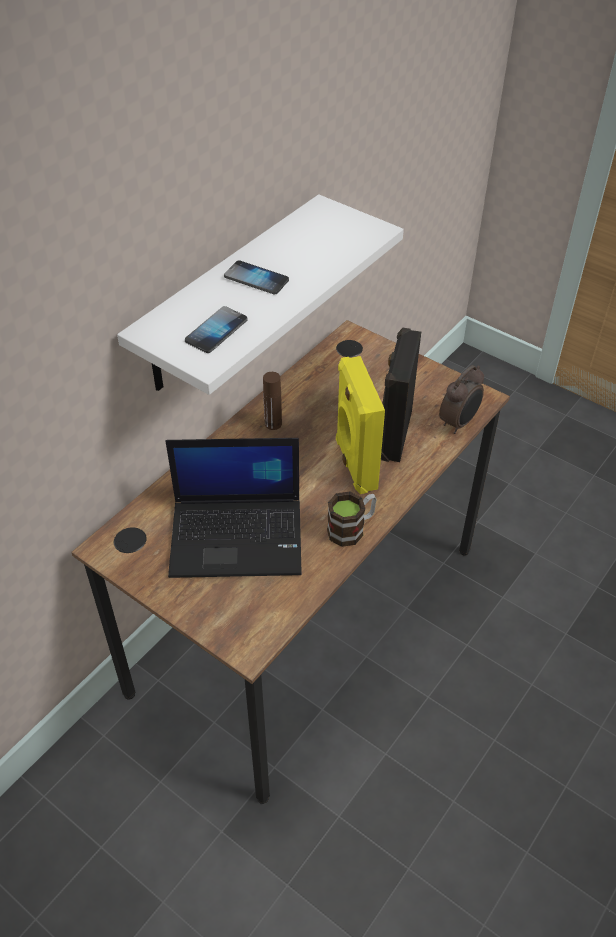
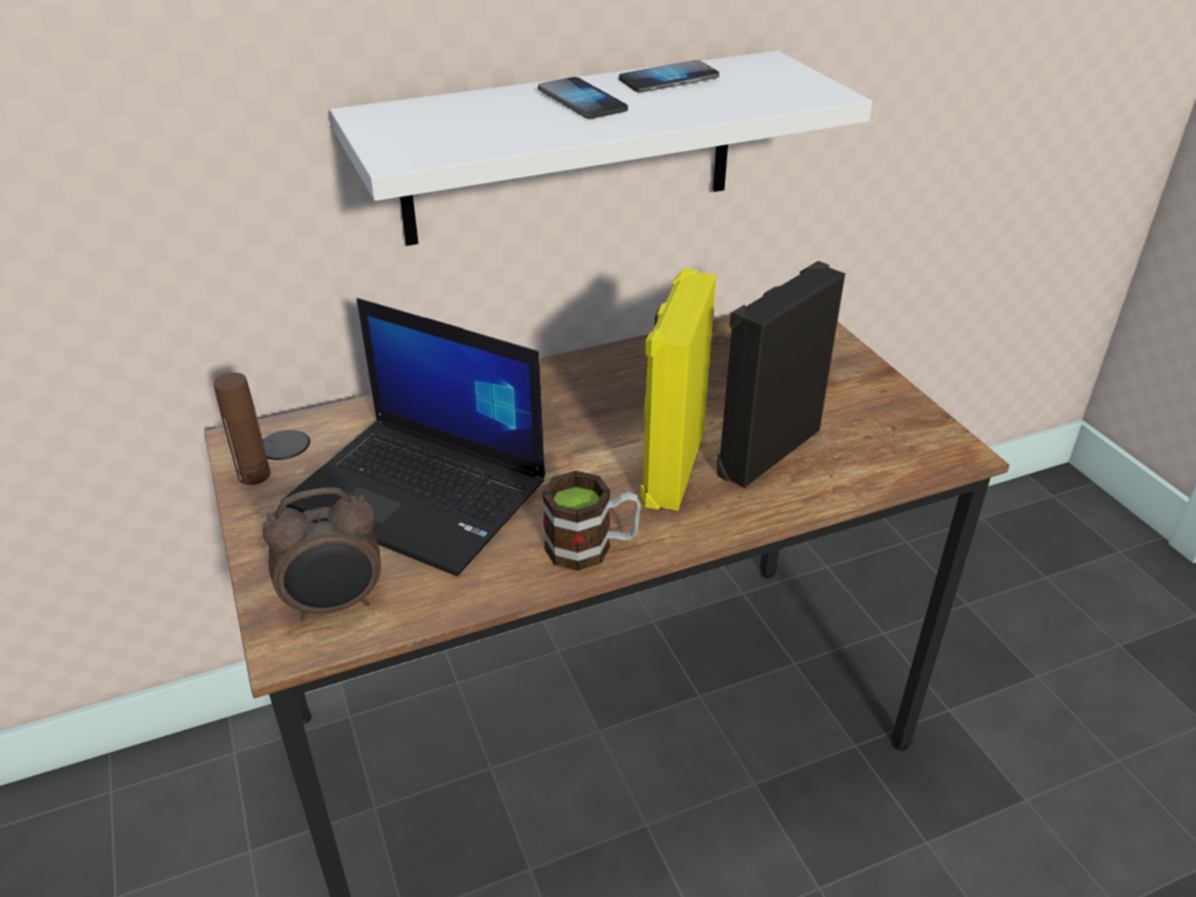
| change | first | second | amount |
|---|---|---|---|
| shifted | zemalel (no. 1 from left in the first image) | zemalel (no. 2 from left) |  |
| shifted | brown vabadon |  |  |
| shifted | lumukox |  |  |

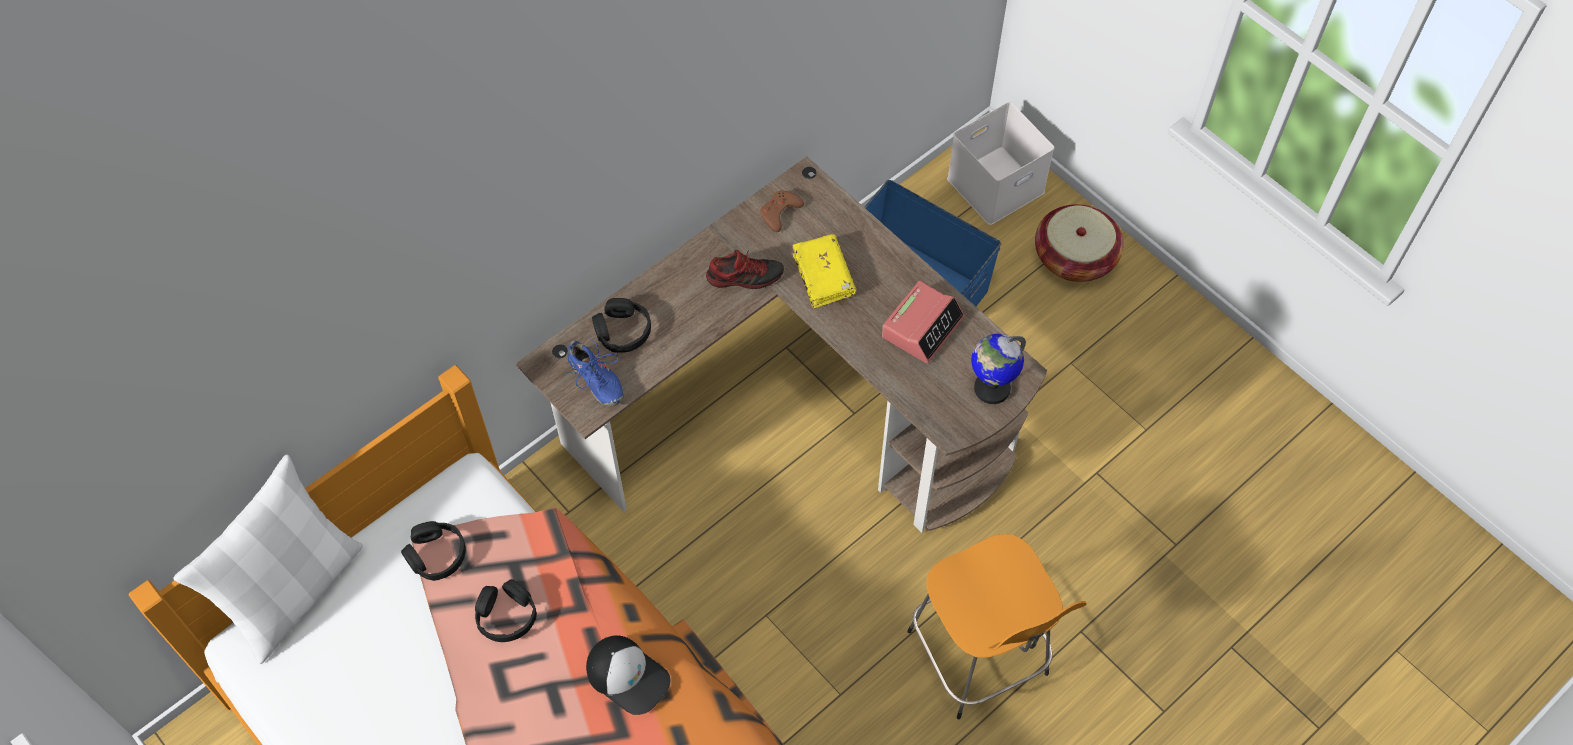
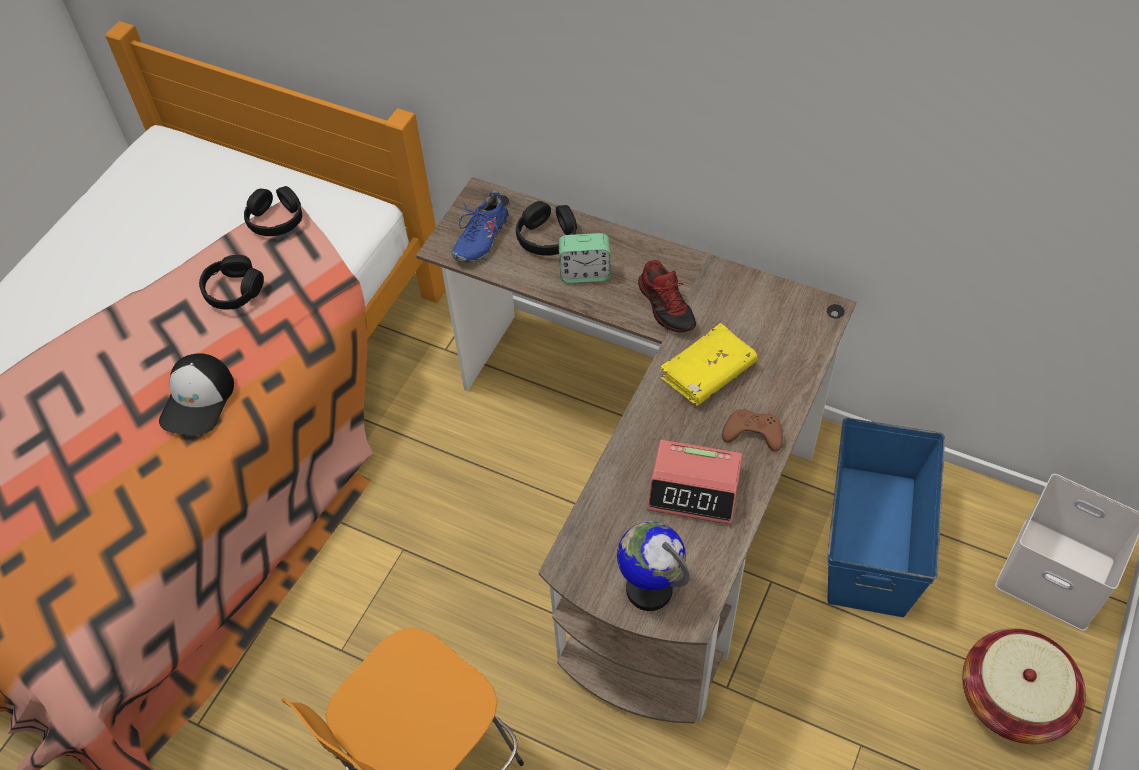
| change | first | second | amount |
|---|---|---|---|
| gone | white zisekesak |  |  |
| shifted | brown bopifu |  |  |
| new |  | lumukox (no. 1 from left) |  |

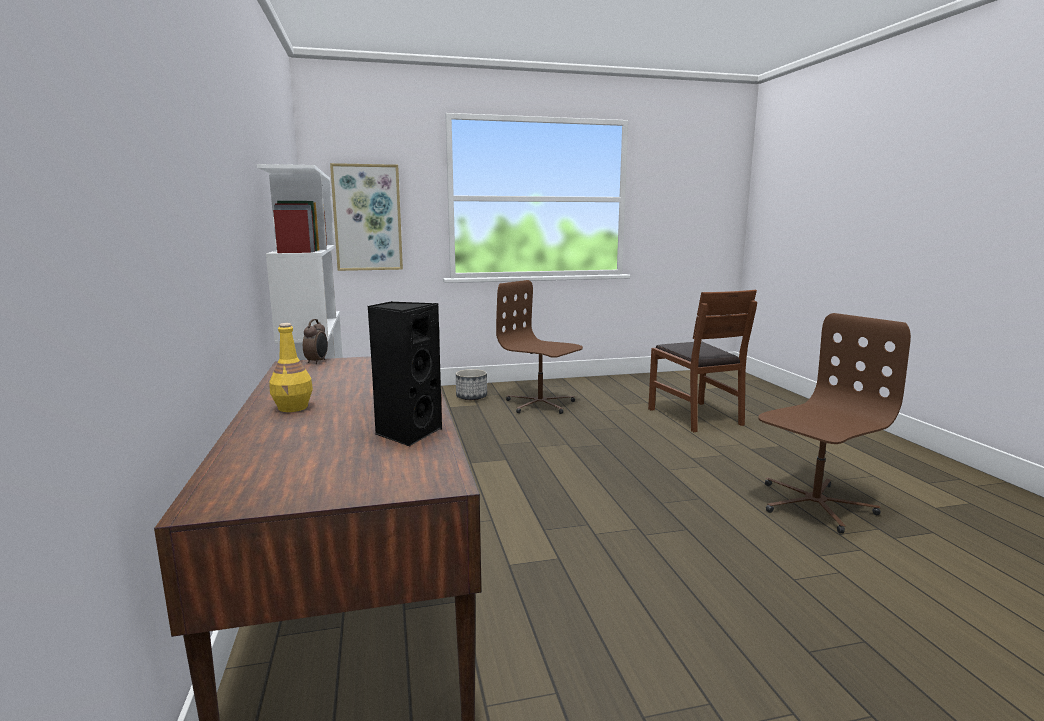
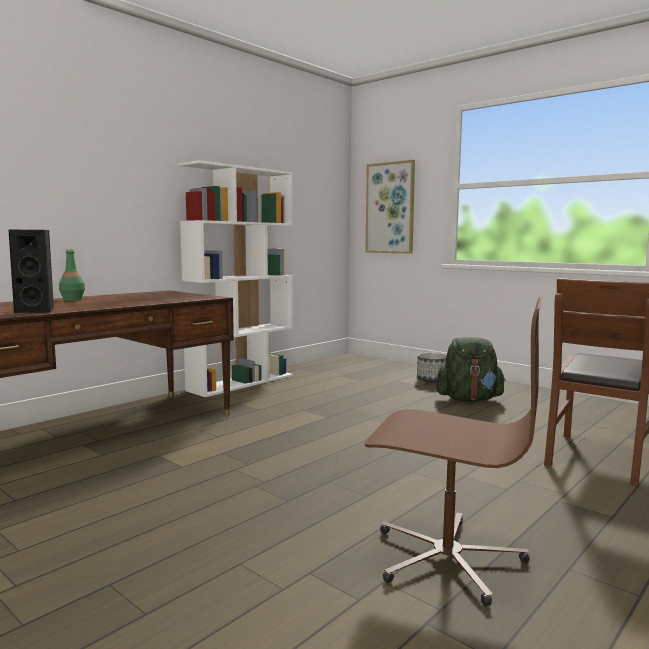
| change | first | second | amount |
|---|---|---|---|
| repainted | yellow vabadon | green vabadon |  |
| gone | lumukox |  |  |
| swapped | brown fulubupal (no. 1 from left) | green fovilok |  |

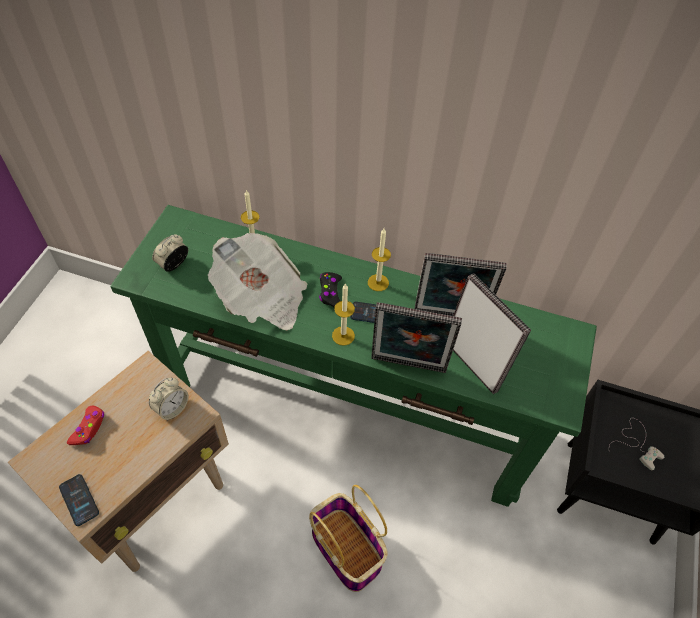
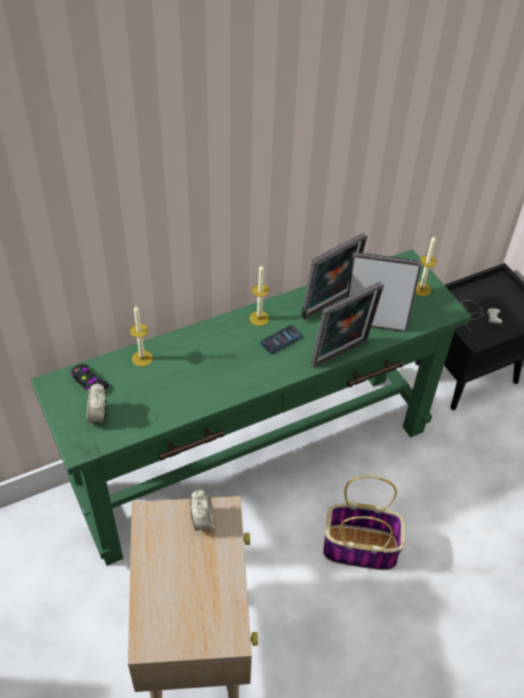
| change | first | second | amount |
|---|---|---|---|
| gone | zemalel (no. 1 from left) |  |  |
| gone | red bopifu |  |  |
| gone | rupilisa |  |  |
| shifted | black bopifu |  |  |
| shifted | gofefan (no. 2 from left in the first image) | gofefan (no. 3 from left) |  |

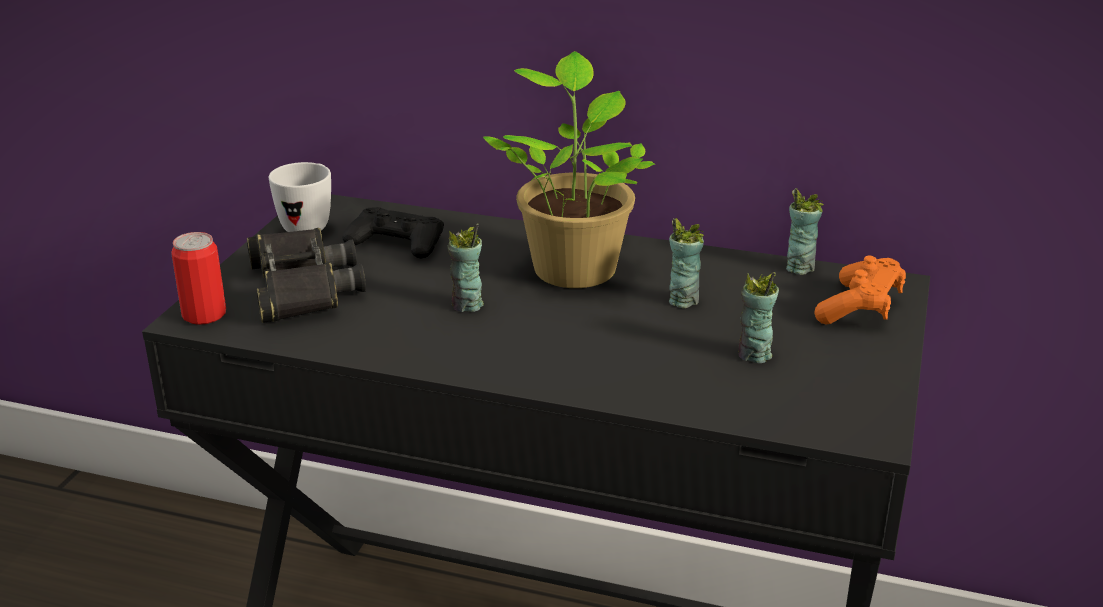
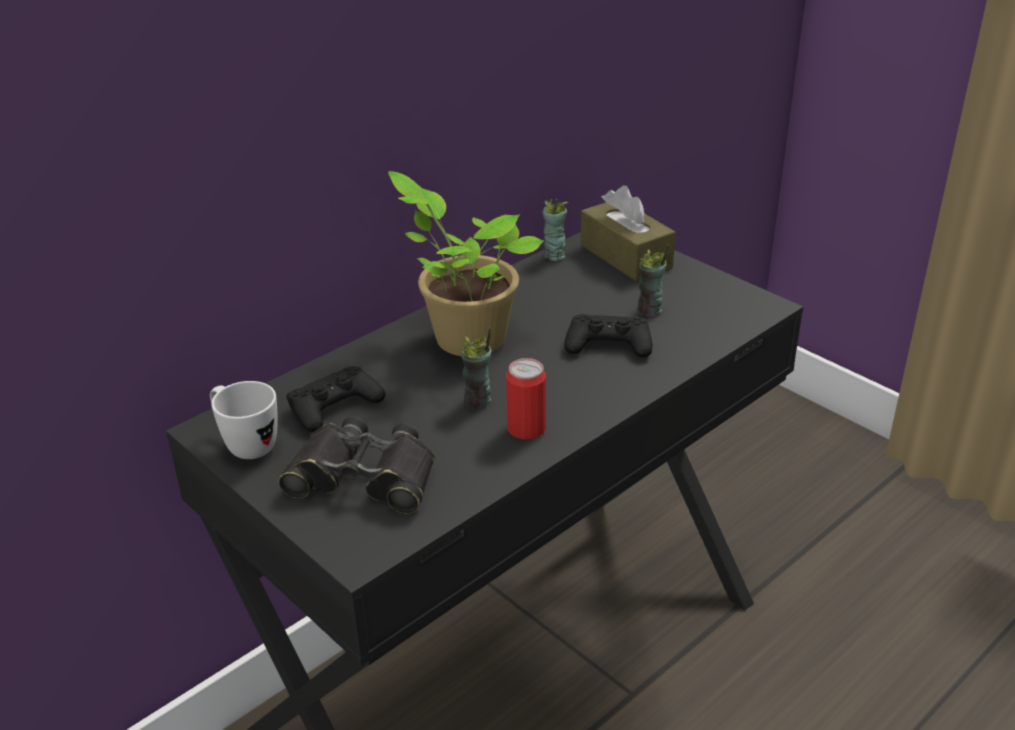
| change | first | second | amount |
|---|---|---|---|
| shifted | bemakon |  |  |
| gone | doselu (no. 2 from left) |  |  |
| swapped | orange bopifu | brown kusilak |  |
| new |  | black bopifu (no. 2 from left) |  |

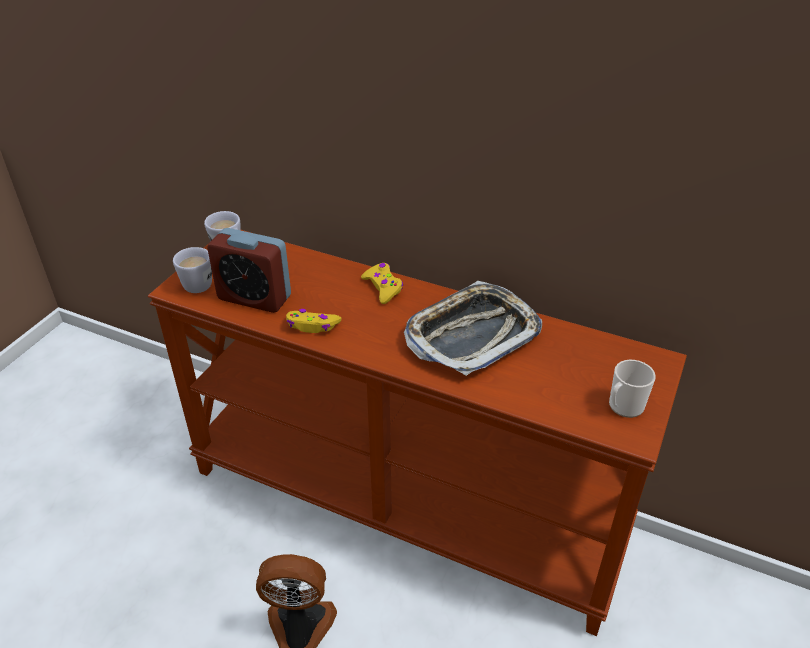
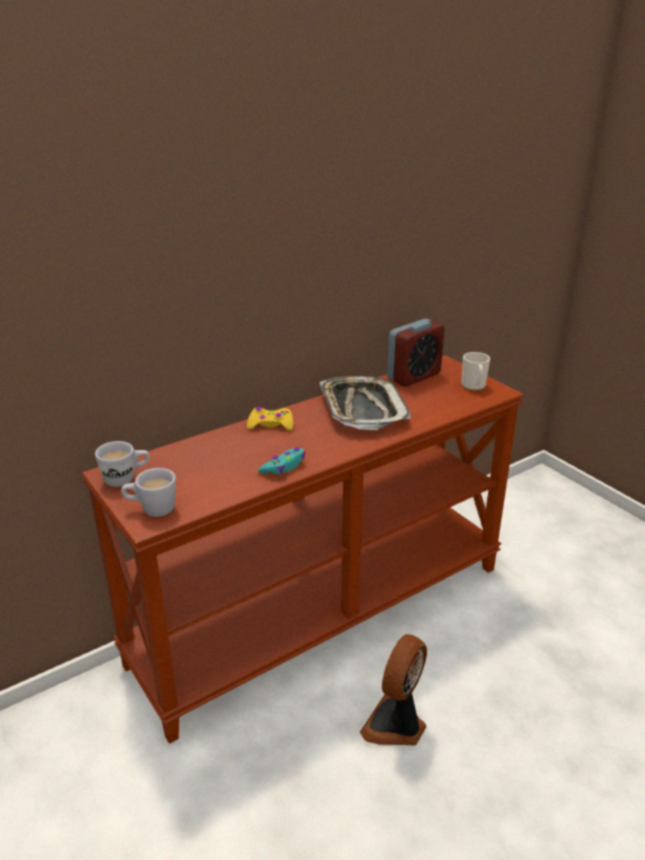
| change | first | second | amount |
|---|---|---|---|
| shifted | lumukox |  |  |
| repainted | yellow bopifu (no. 1 from left) | turquoise bopifu |  |

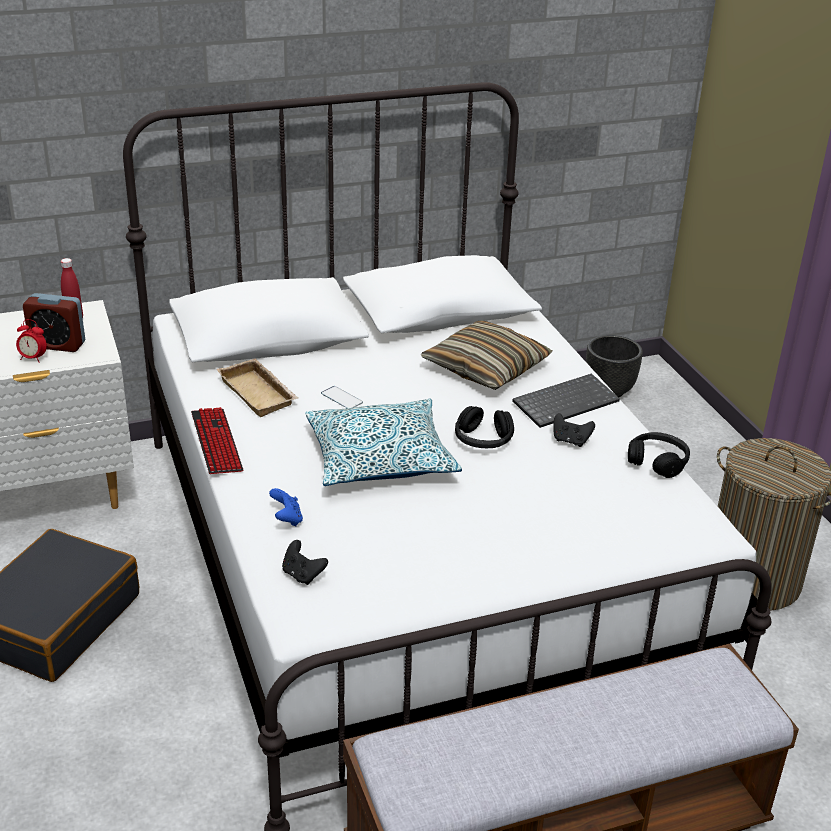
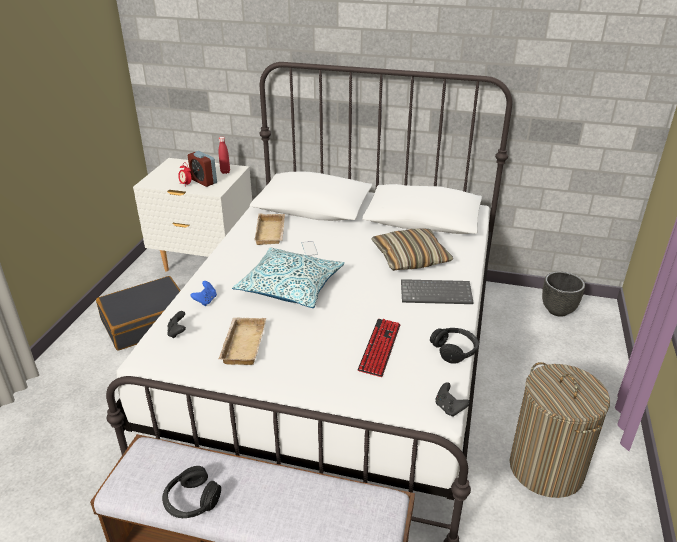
| change | first | second | amount |
|---|---|---|---|
| shifted | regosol (no. 1 from left) |  |  |
| shifted | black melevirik (no. 1 from left) |  |  |
| shifted | black bopifu (no. 2 from left) |  |  |
| new |  | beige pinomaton (no. 1 from left) |  |

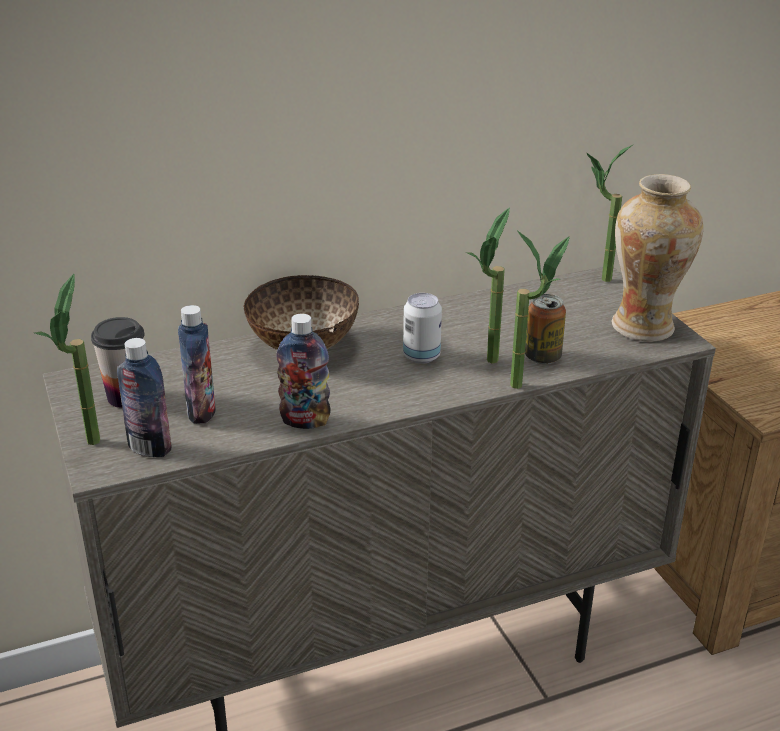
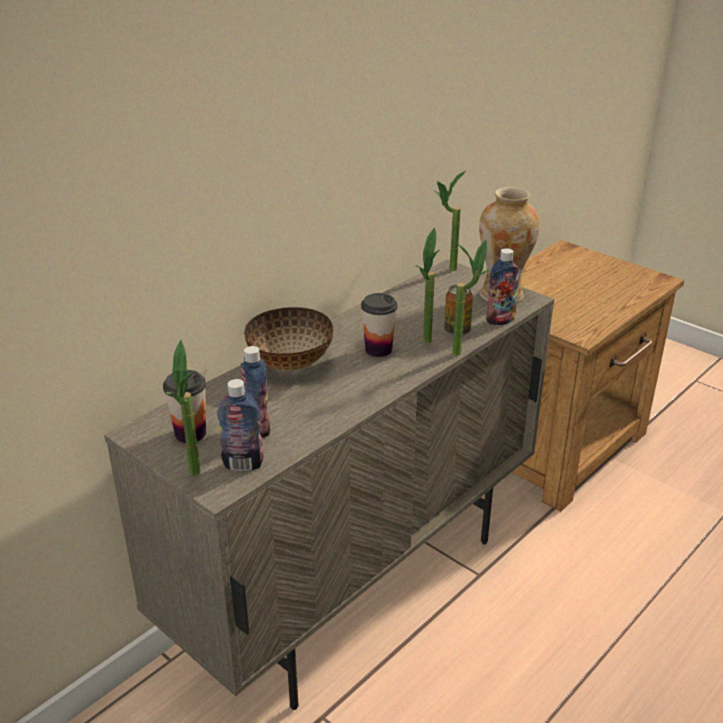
| change | first | second | amount |
|---|---|---|---|
| shifted | vabadon (no. 3 from left) |  |  |
| swapped | bemakon (no. 1 from left) | doselu (no. 2 from left) |  |

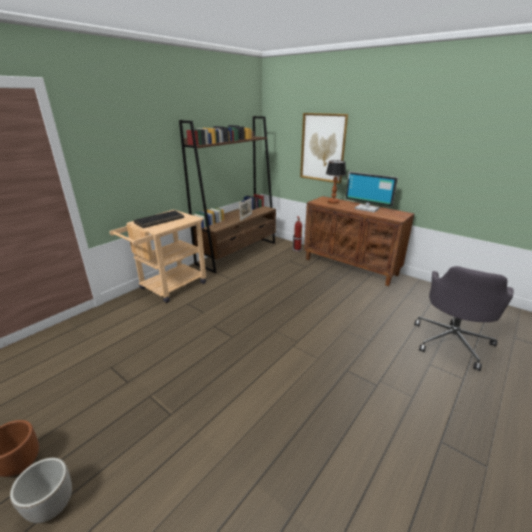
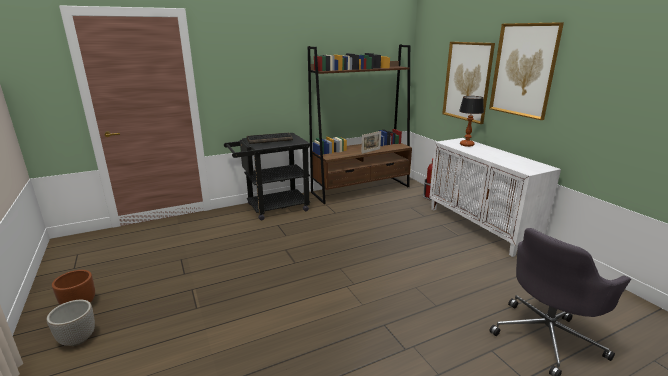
| change | first | second | amount |
|---|---|---|---|
| repainted | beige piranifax | black piranifax |  |
| repainted | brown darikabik | white darikabik |  |
| gone | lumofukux |  |  |
| new |  | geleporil (no. 2 from left) |  |

